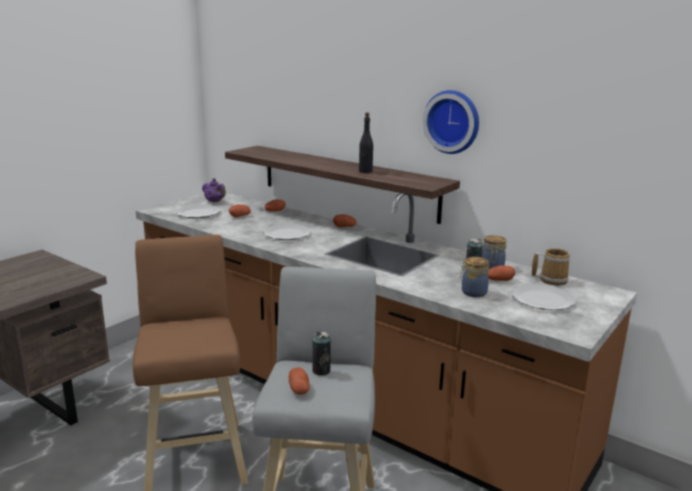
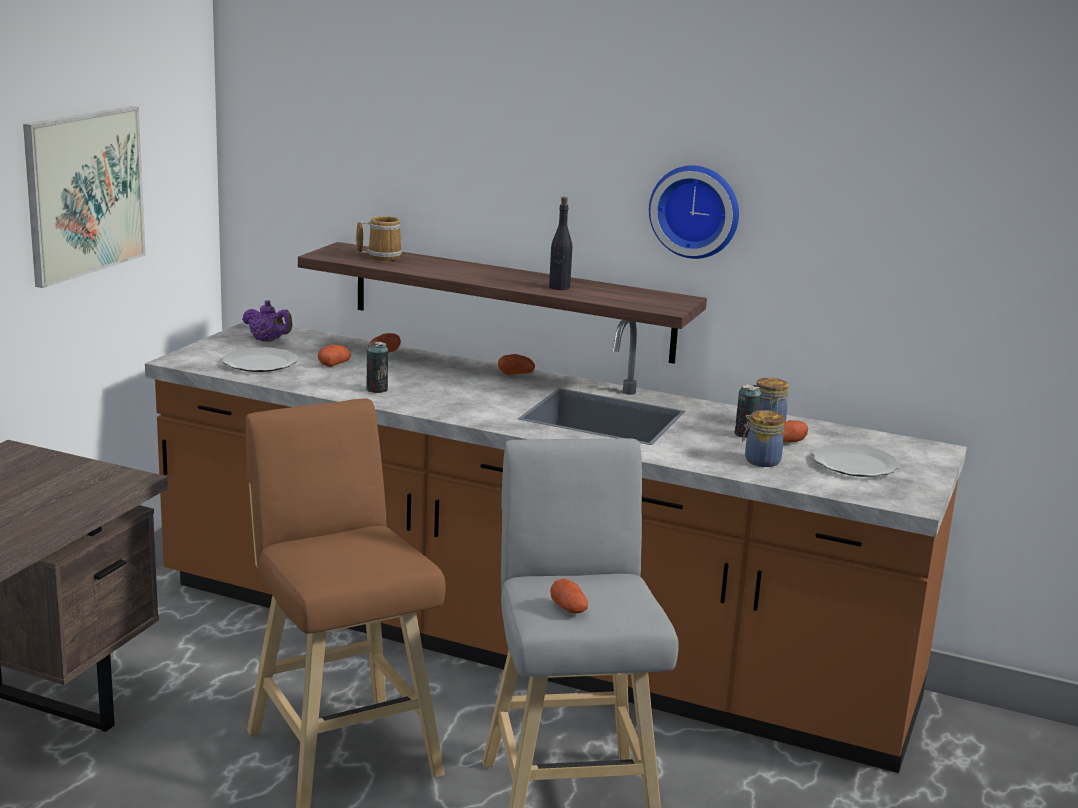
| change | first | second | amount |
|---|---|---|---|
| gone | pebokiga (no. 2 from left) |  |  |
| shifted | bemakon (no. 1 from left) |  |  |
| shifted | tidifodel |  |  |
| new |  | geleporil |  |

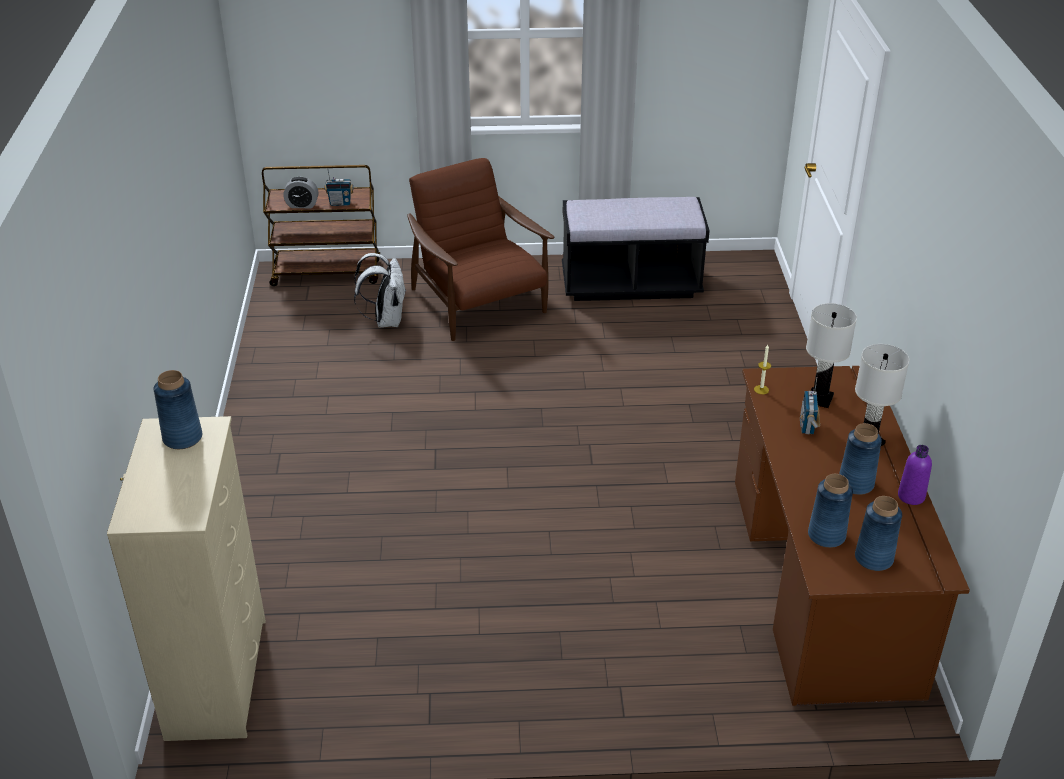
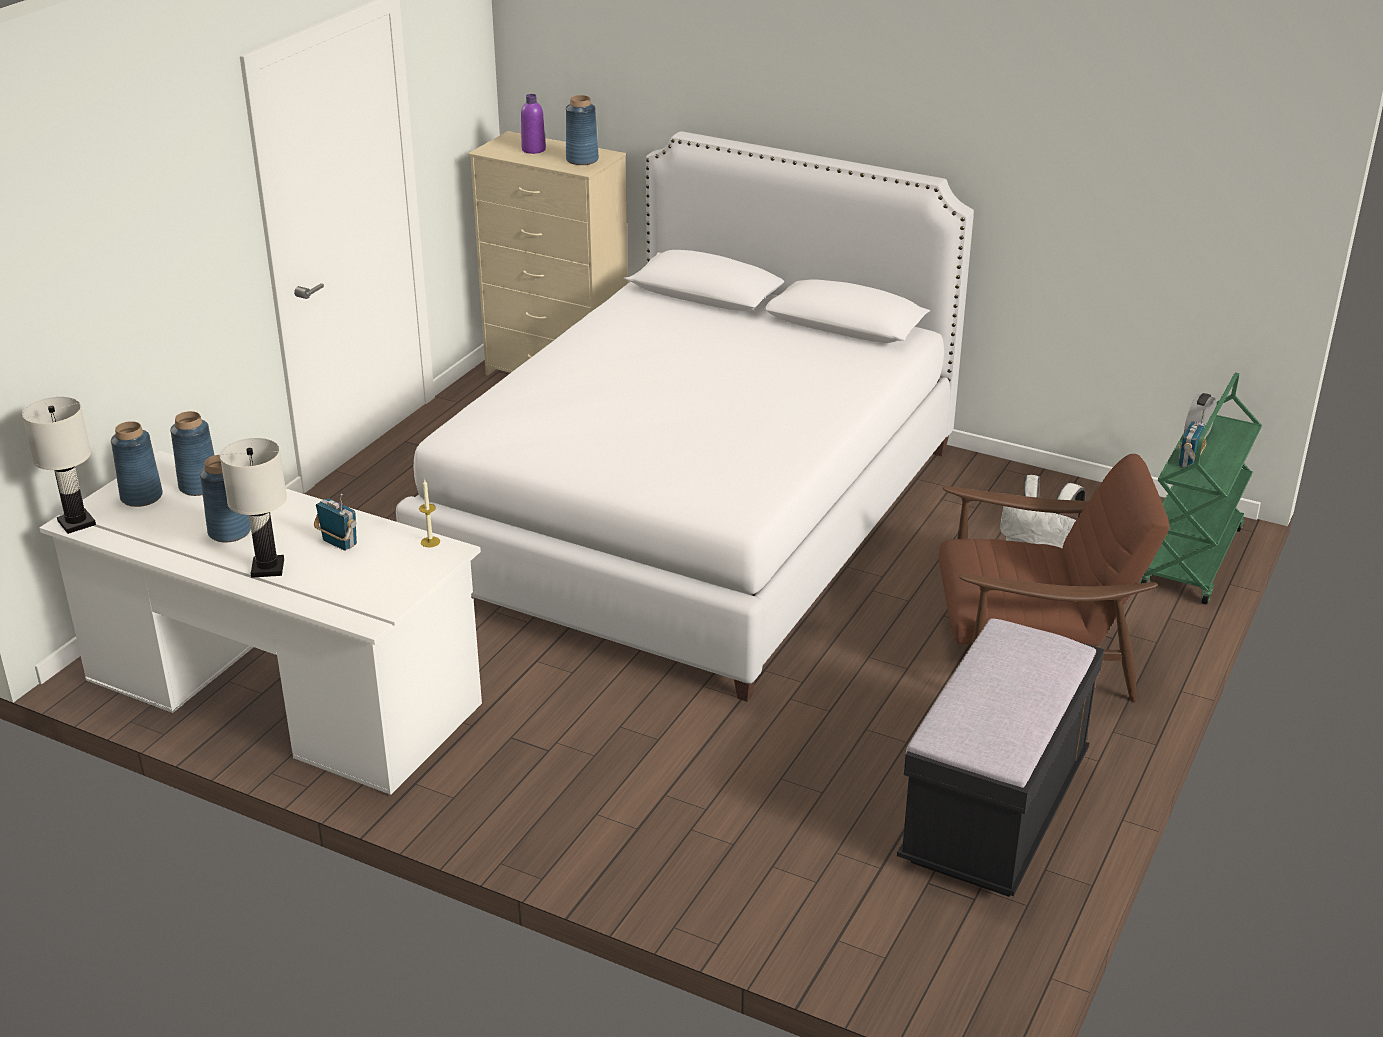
| change | first | second | amount |
|---|---|---|---|
| repainted | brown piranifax | green piranifax |  |
| repainted | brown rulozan | white rulozan |  |
| shifted | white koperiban (no. 1 from left) |  |  |
| shifted | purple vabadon |  |  |
| new |  | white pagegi |  |

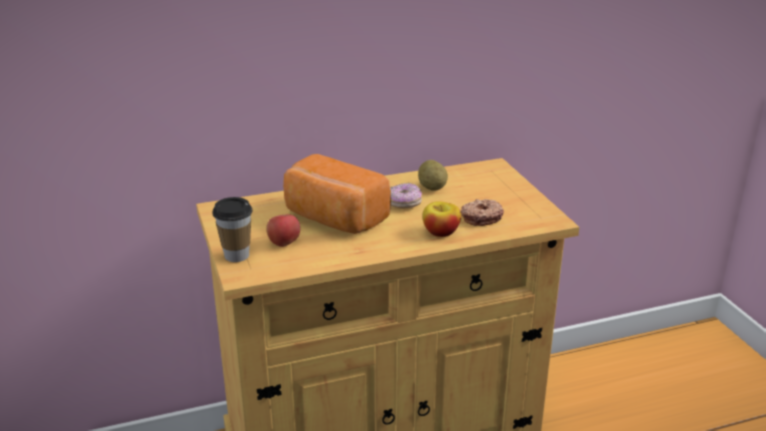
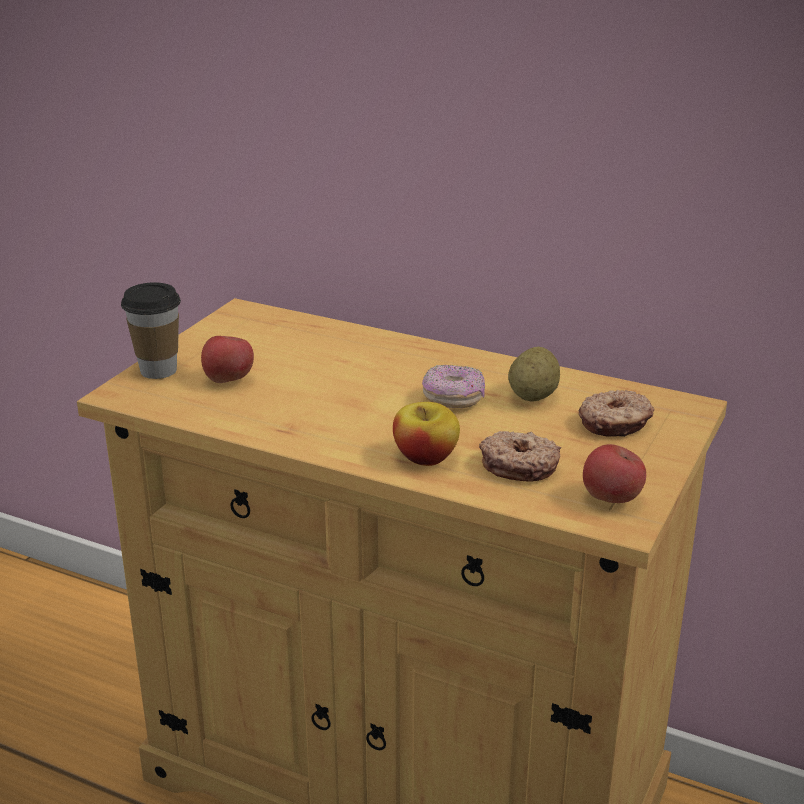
| change | first | second | amount |
|---|---|---|---|
| gone | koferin |  |  |
| new |  | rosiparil (no. 3 from left) |  |
| new |  | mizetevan (no. 3 from left) |  |

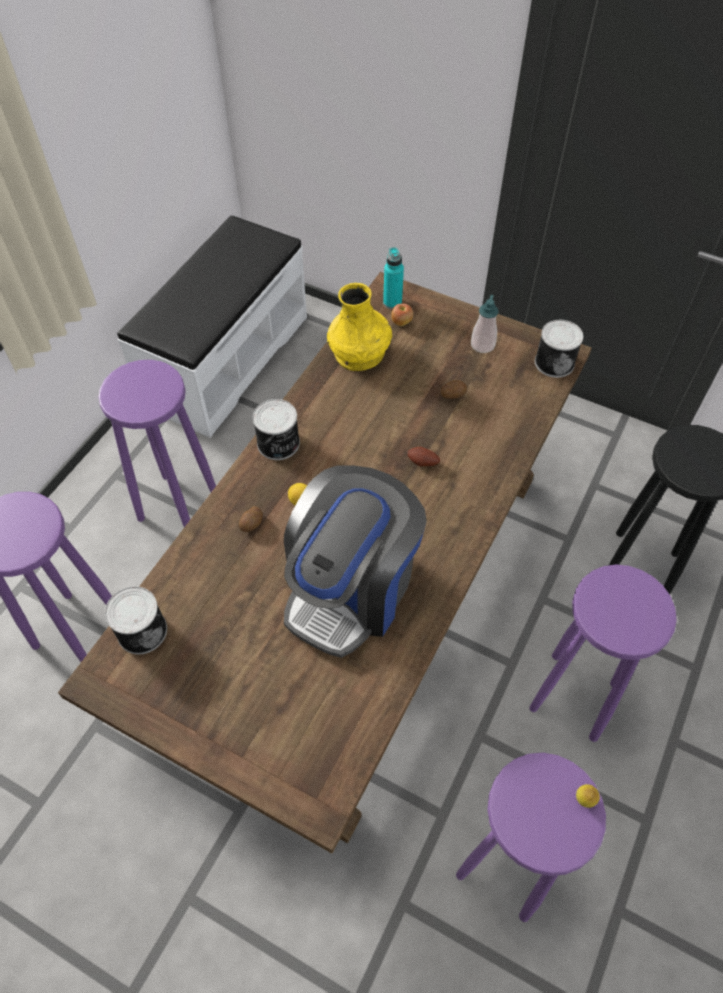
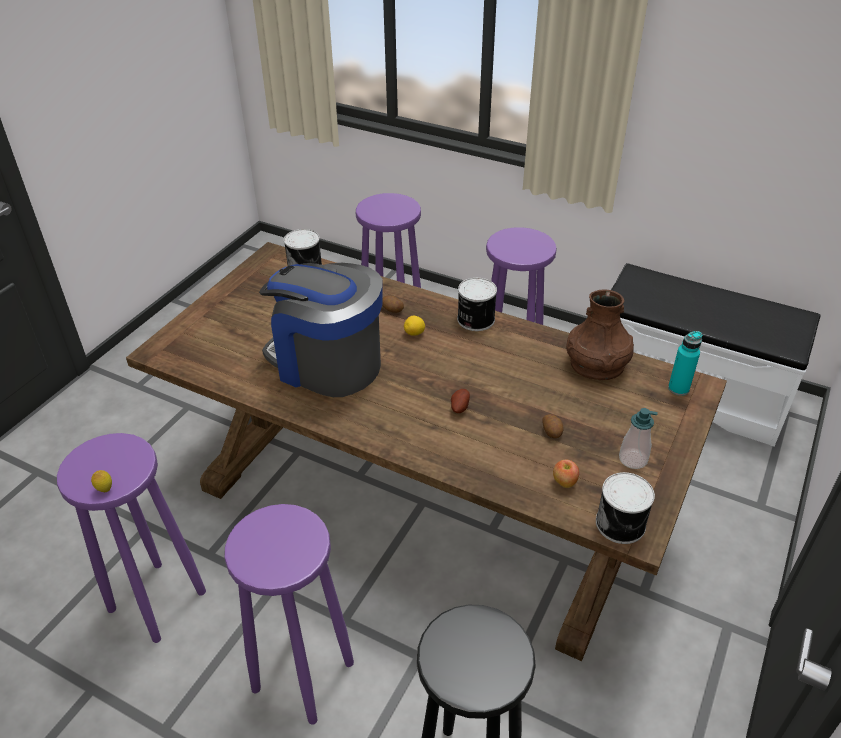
| change | first | second | amount |
|---|---|---|---|
| repainted | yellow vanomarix | brown vanomarix |  |
| shifted | mizetevan |  |  |

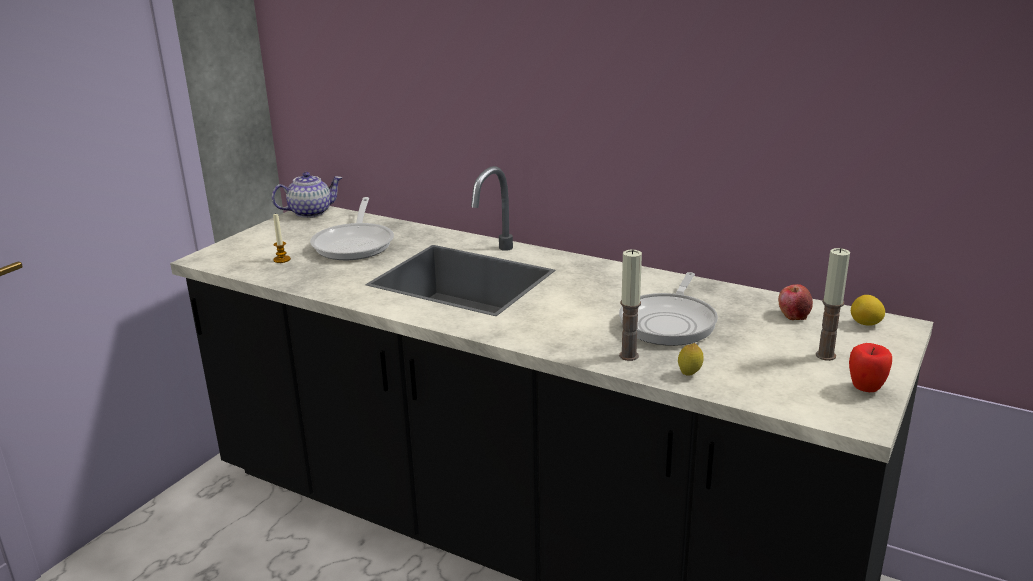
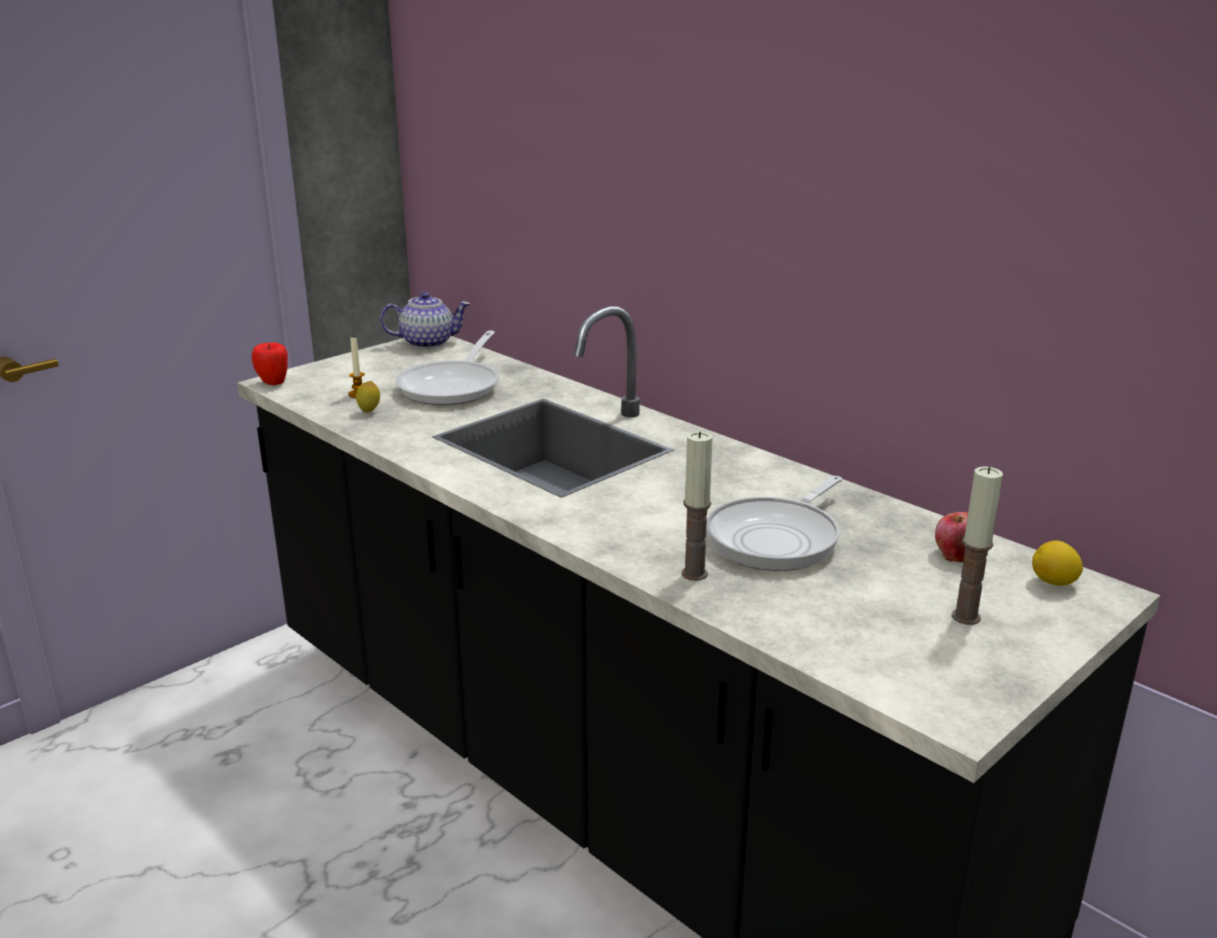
| change | first | second | amount |
|---|---|---|---|
| shifted | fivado (no. 1 from left) |  |  |
| shifted | mizetevan (no. 2 from left in the first image) | mizetevan (no. 1 from left) |  |

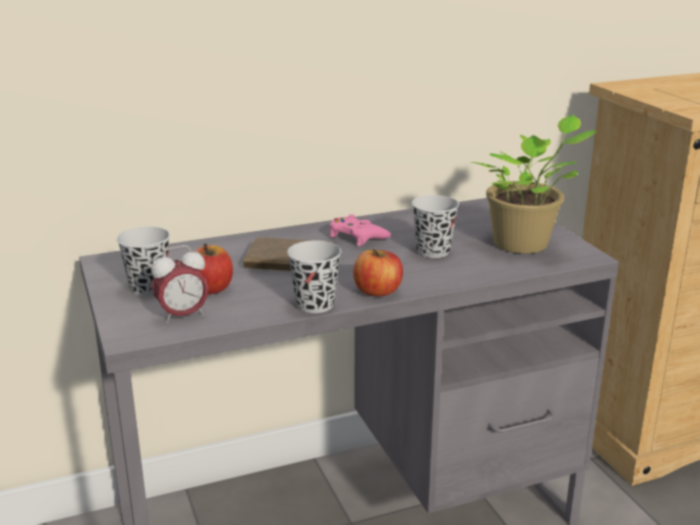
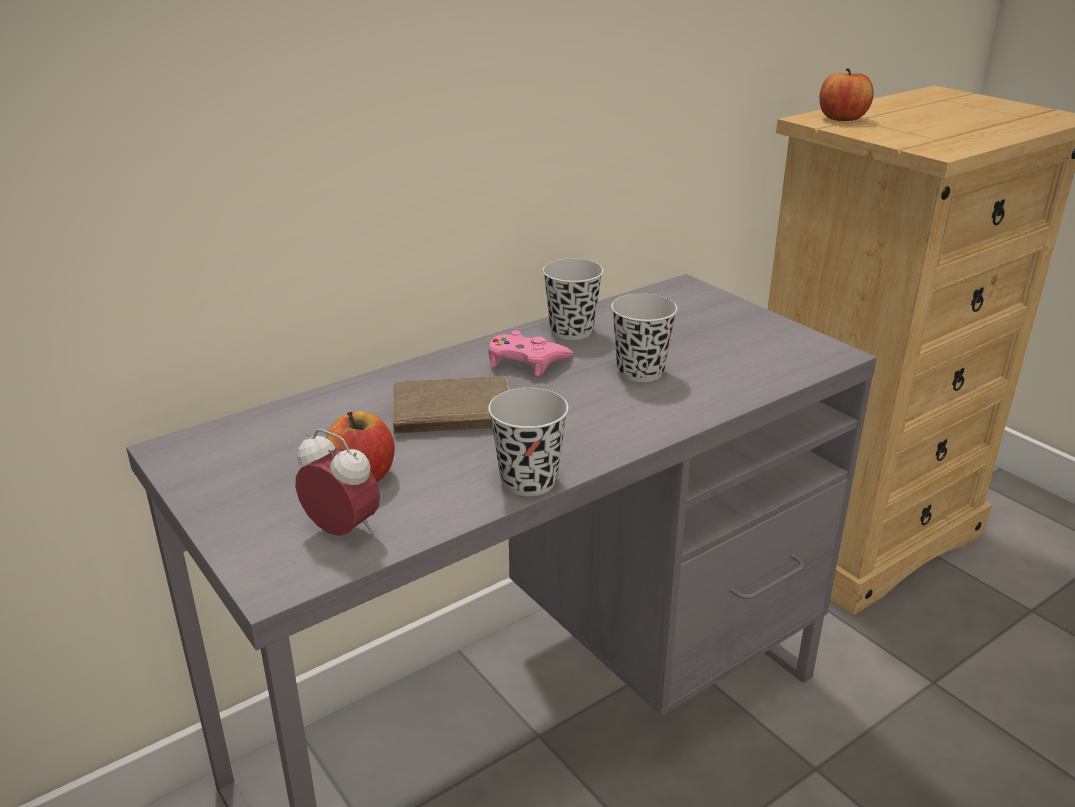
| change | first | second | amount |
|---|---|---|---|
| shifted | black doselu (no. 1 from left in the first image) | black doselu (no. 2 from left) |  |
| rotated | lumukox |  | 105 degrees counterclockwise |
| shifted | mizetevan (no. 2 from left) |  |  |
| gone | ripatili |  |  |

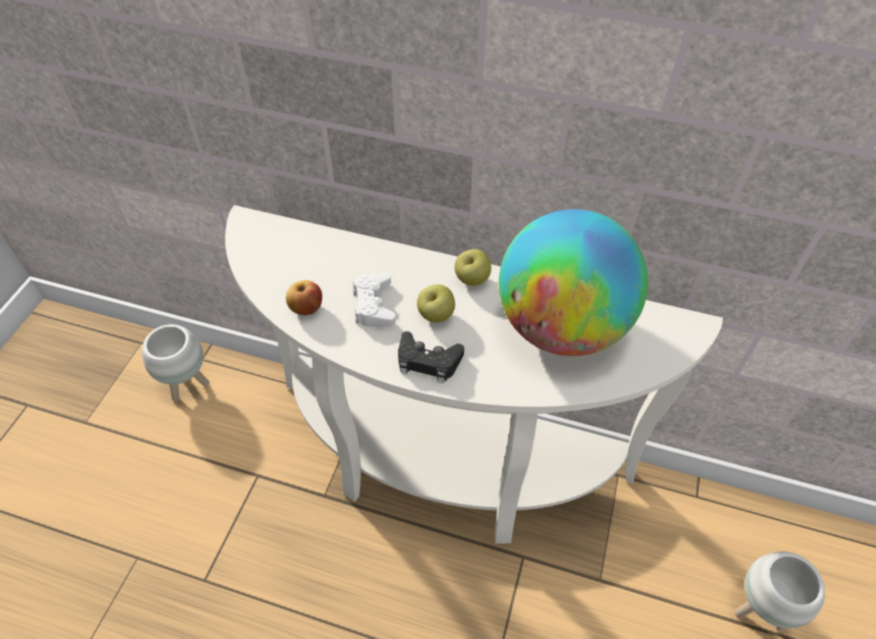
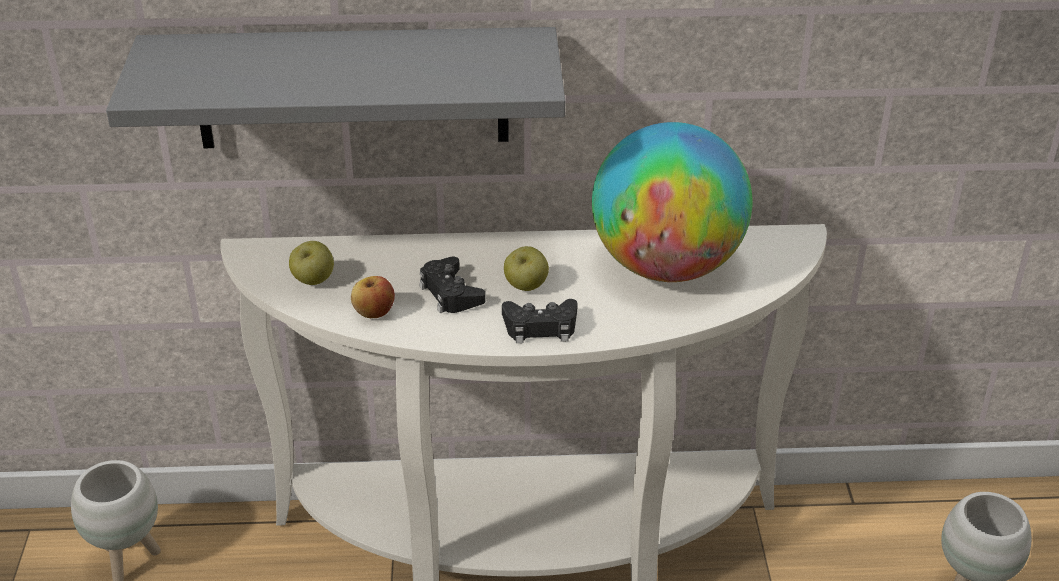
| change | first | second | amount |
|---|---|---|---|
| repainted | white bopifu | black bopifu (no. 1 from left) |  |
| shifted | mizetevan (no. 3 from left in the first image) | mizetevan (no. 1 from left) |  |
| new |  | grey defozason |  |

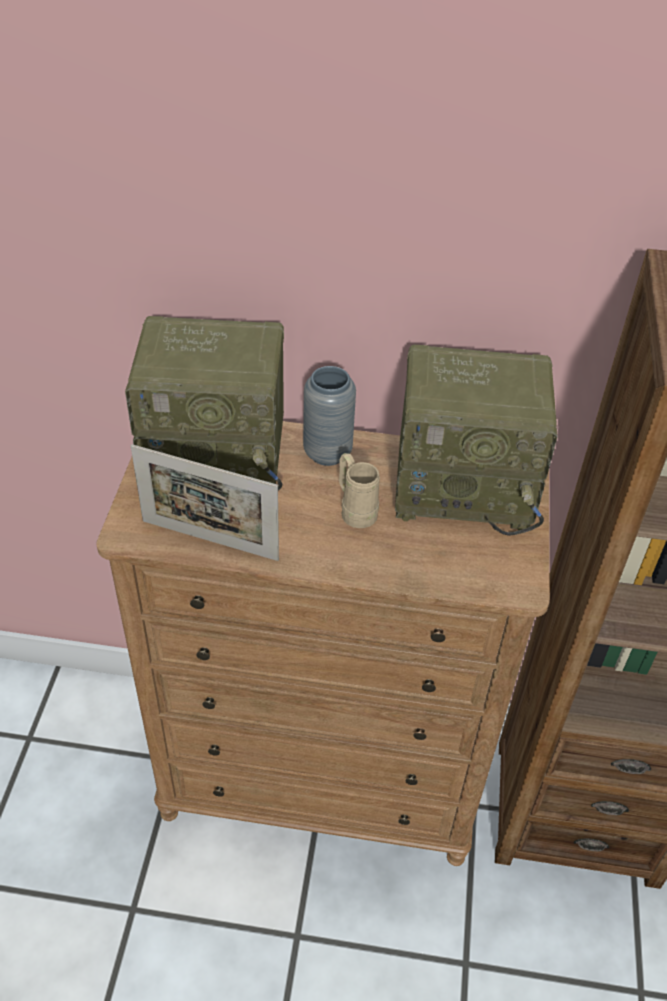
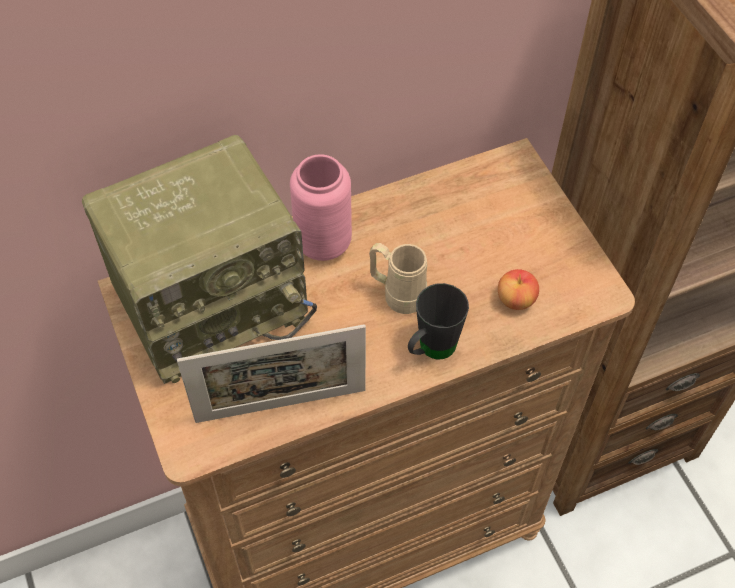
| change | first | second | amount |
|---|---|---|---|
| repainted | grey vanomarix | pink vanomarix |  |
| gone | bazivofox (no. 2 from left) |  |  |
| new |  | black tidifodel |  |
| new |  | mizetevan |  |

